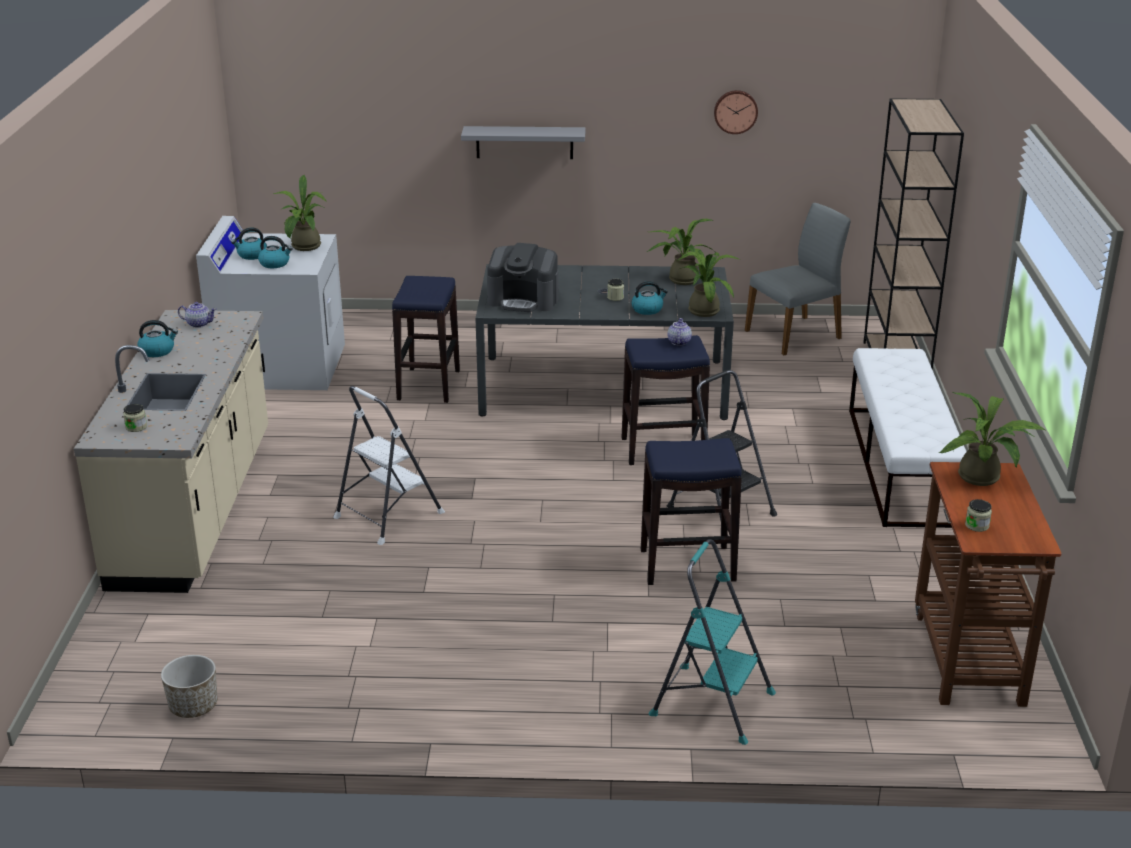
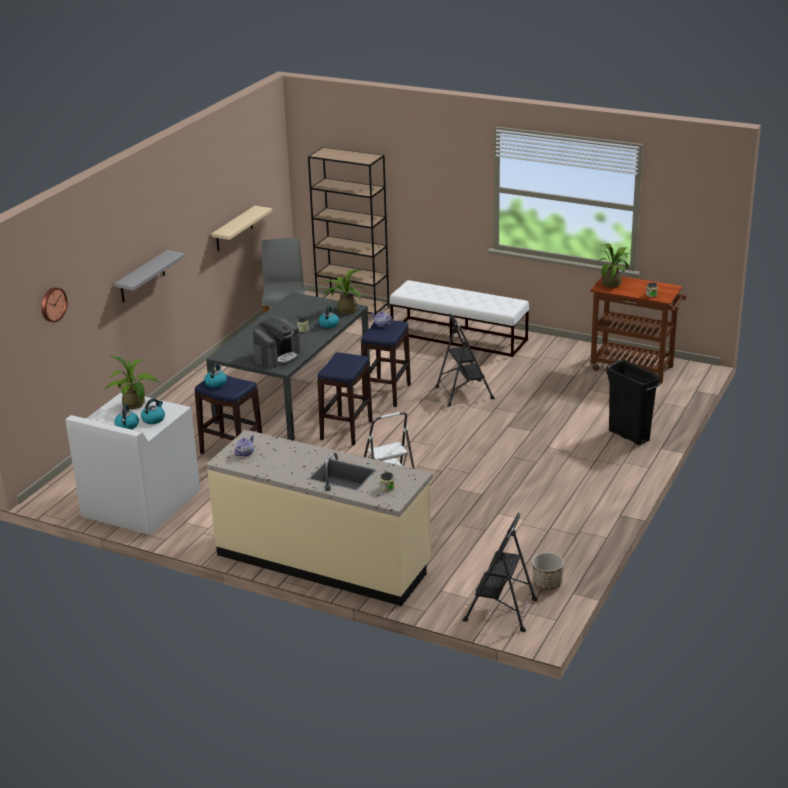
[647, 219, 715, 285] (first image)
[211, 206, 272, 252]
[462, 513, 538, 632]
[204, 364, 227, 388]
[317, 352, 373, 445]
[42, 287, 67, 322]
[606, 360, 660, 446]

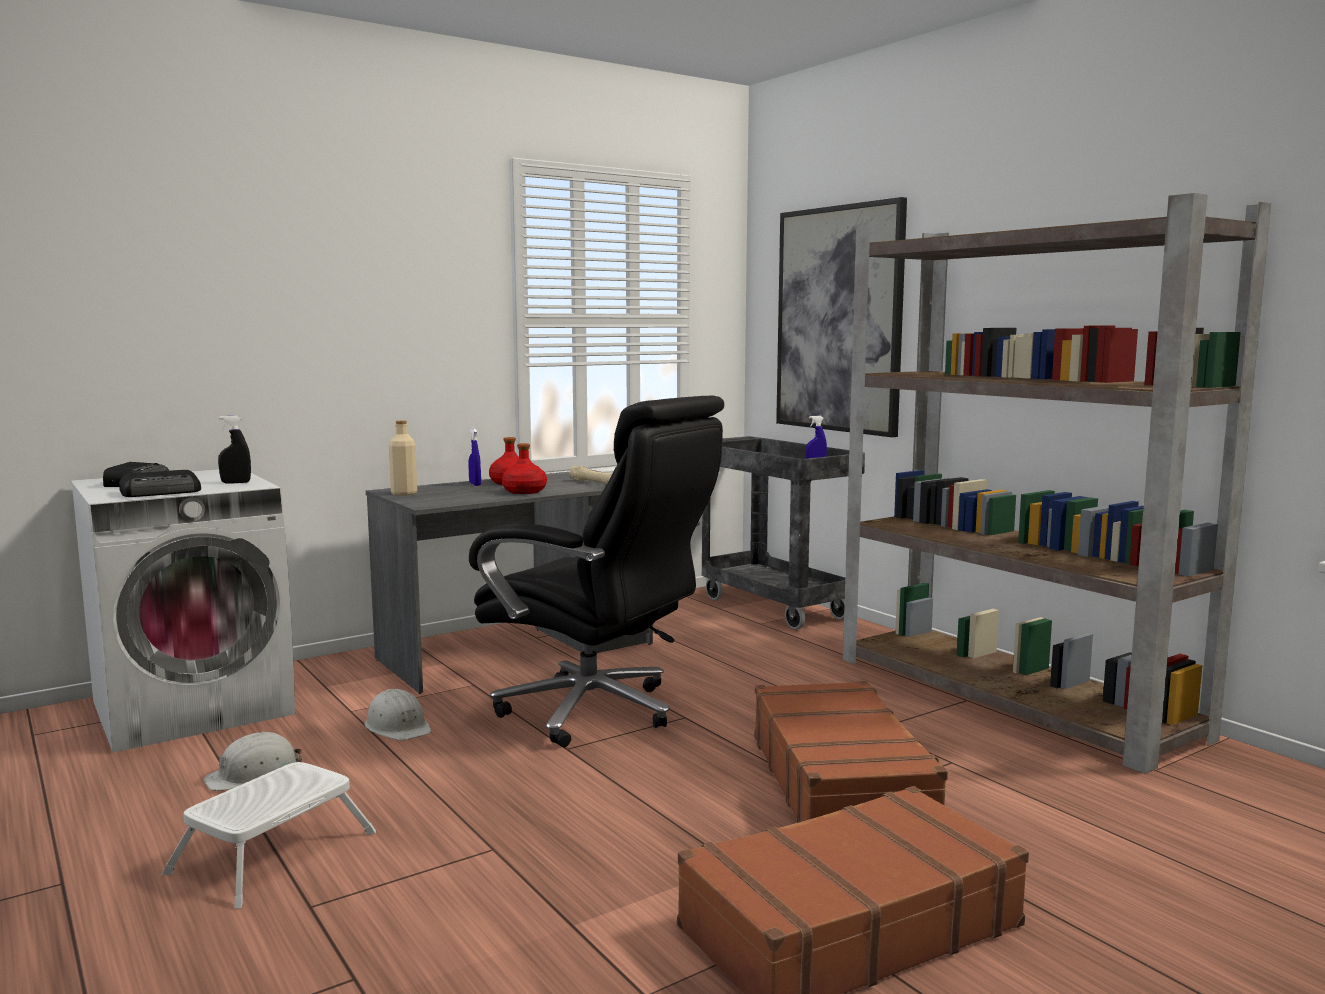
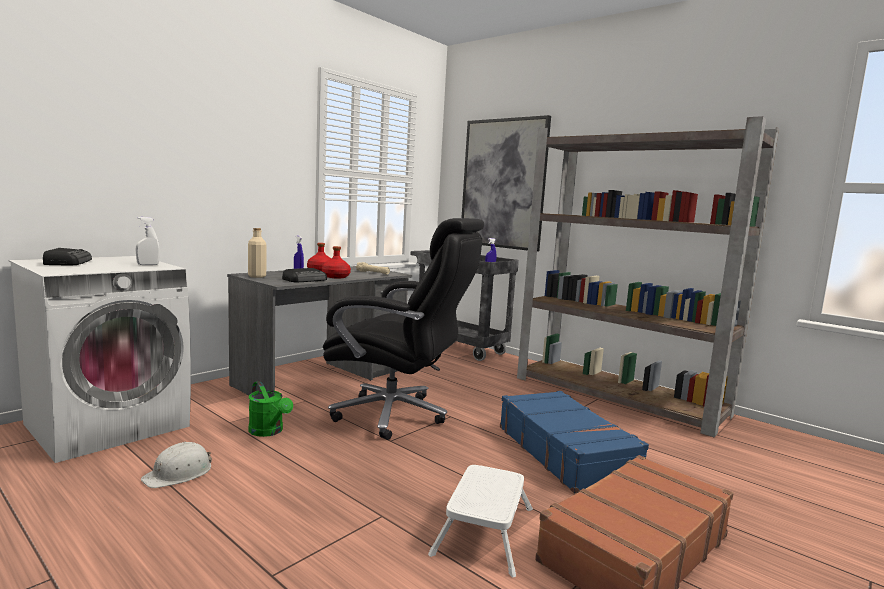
[282, 268, 327, 283]
[428, 465, 533, 578]
[249, 381, 293, 437]
[135, 217, 160, 265]
[500, 391, 649, 493]

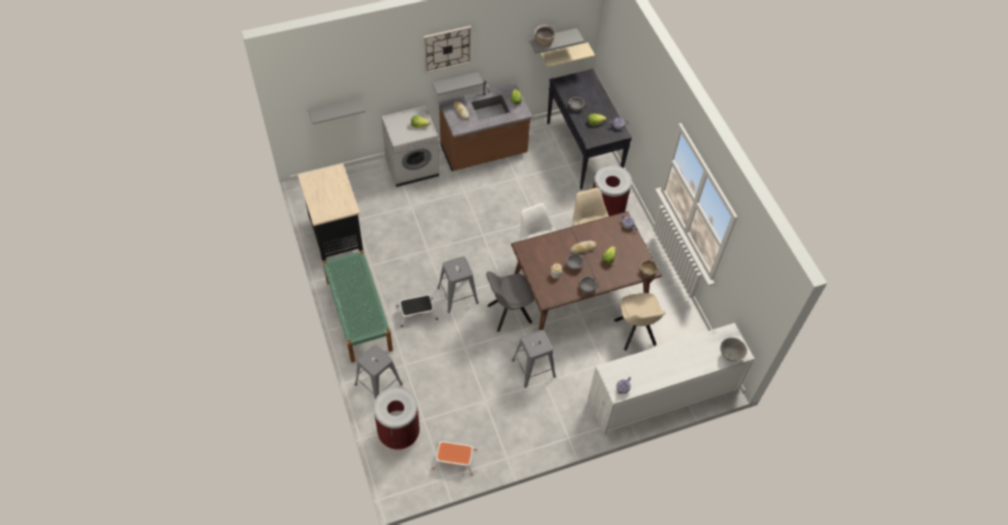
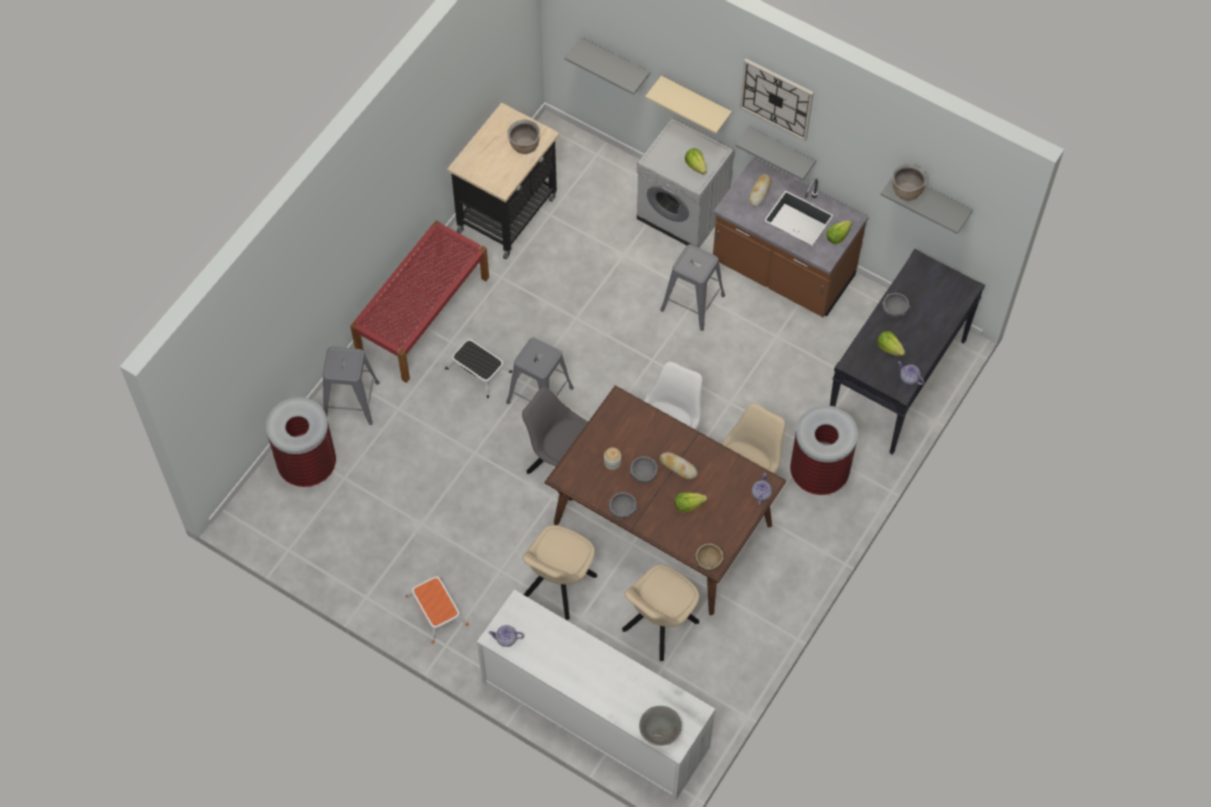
[507, 119, 540, 154]
[522, 525, 597, 620]
[406, 576, 469, 644]
[660, 244, 725, 331]
[645, 76, 732, 134]
[350, 220, 489, 383]

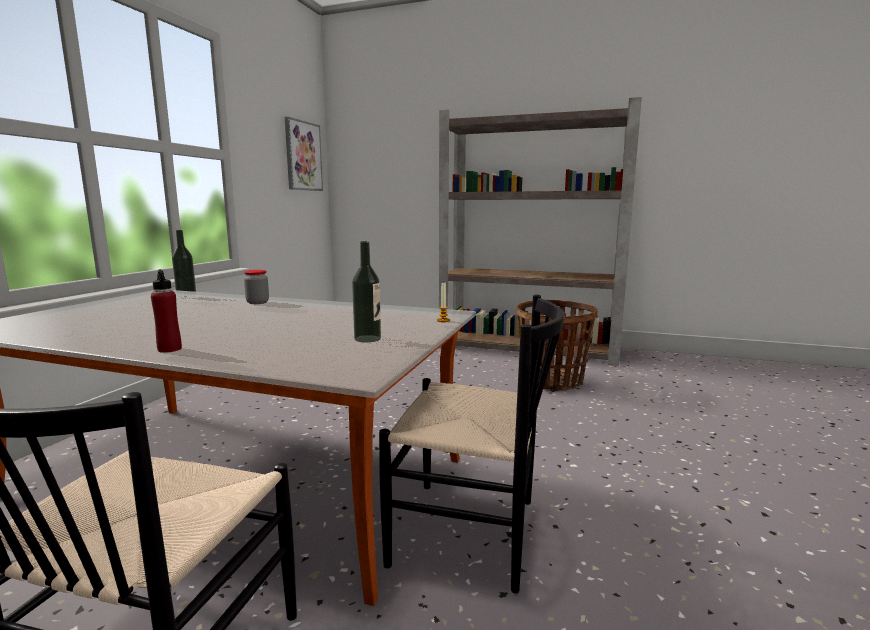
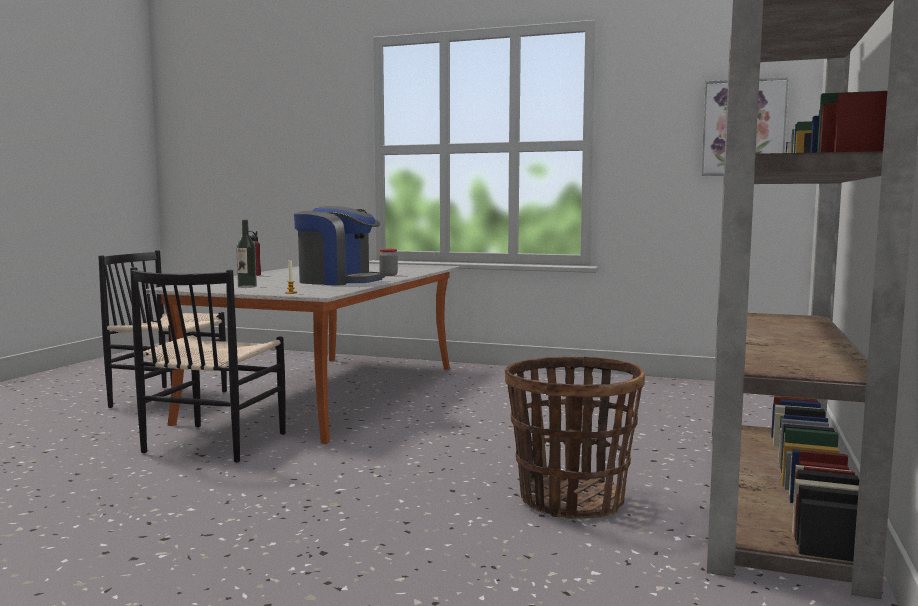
[172, 230, 197, 299] (first image)
[294, 206, 385, 286]

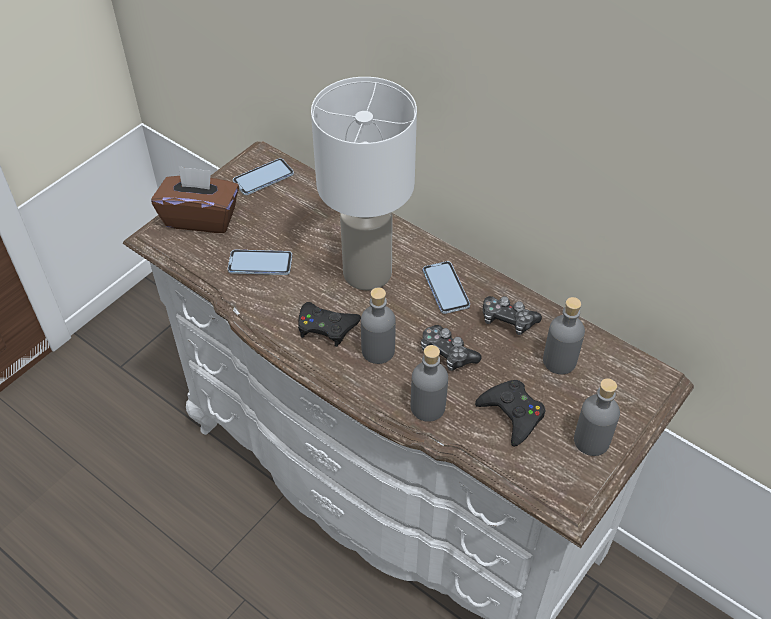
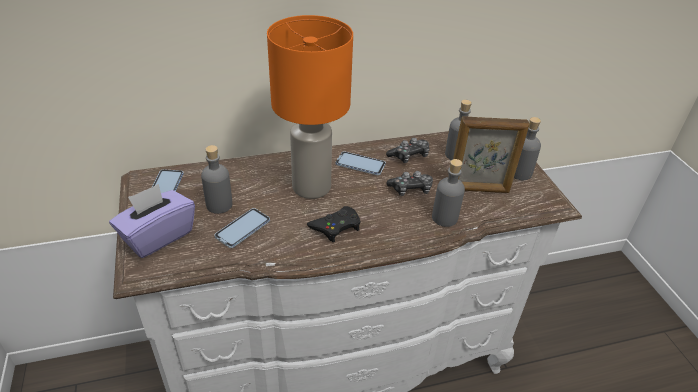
[201, 145, 232, 214]
[453, 116, 529, 193]
[109, 184, 195, 258]
[267, 15, 353, 199]

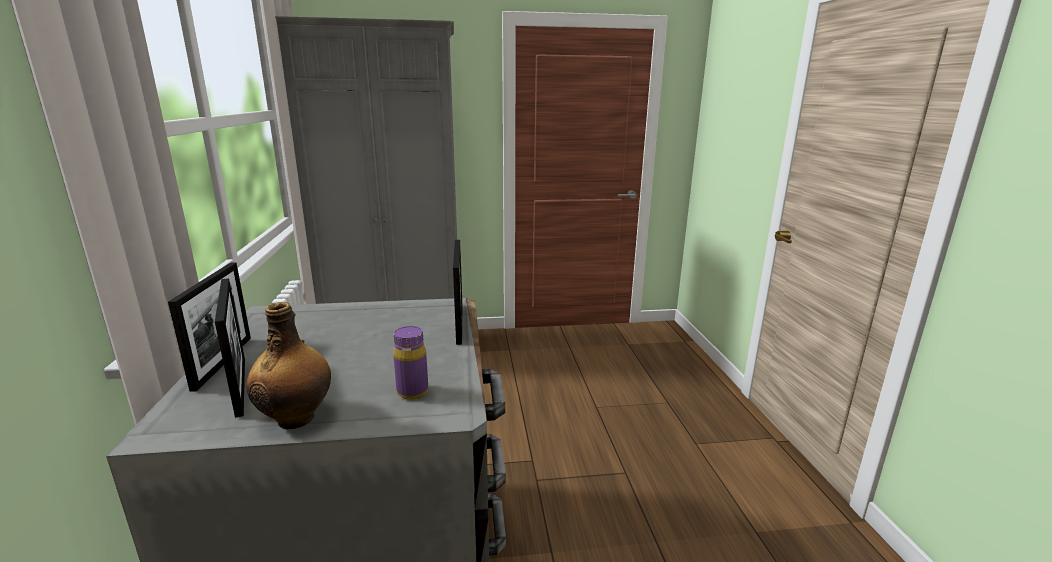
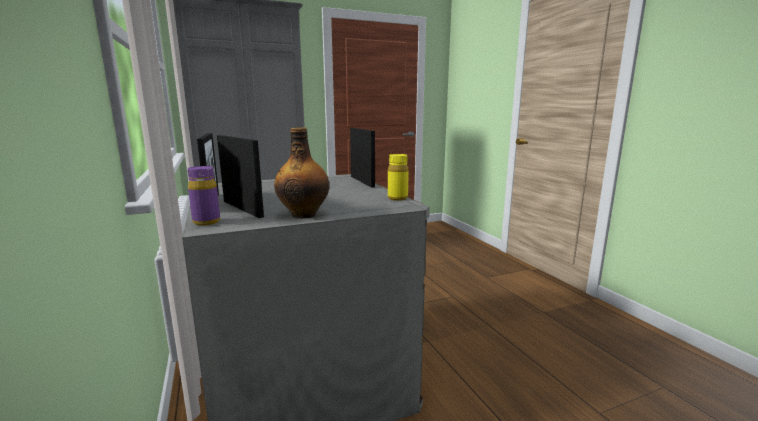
[388, 154, 409, 201]
[187, 166, 220, 225]

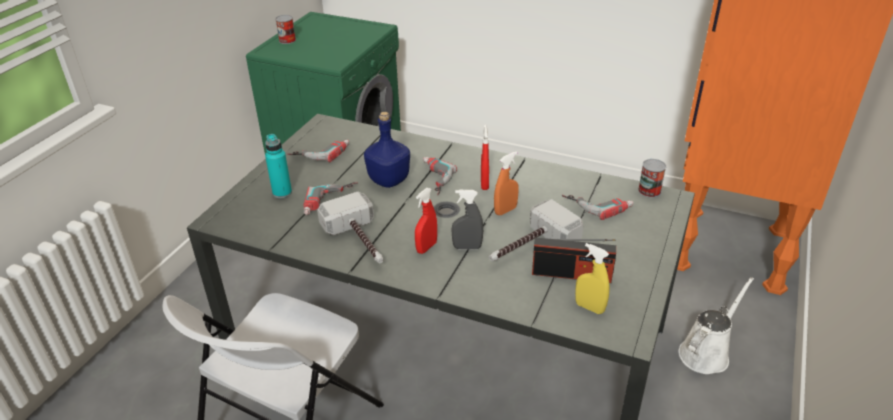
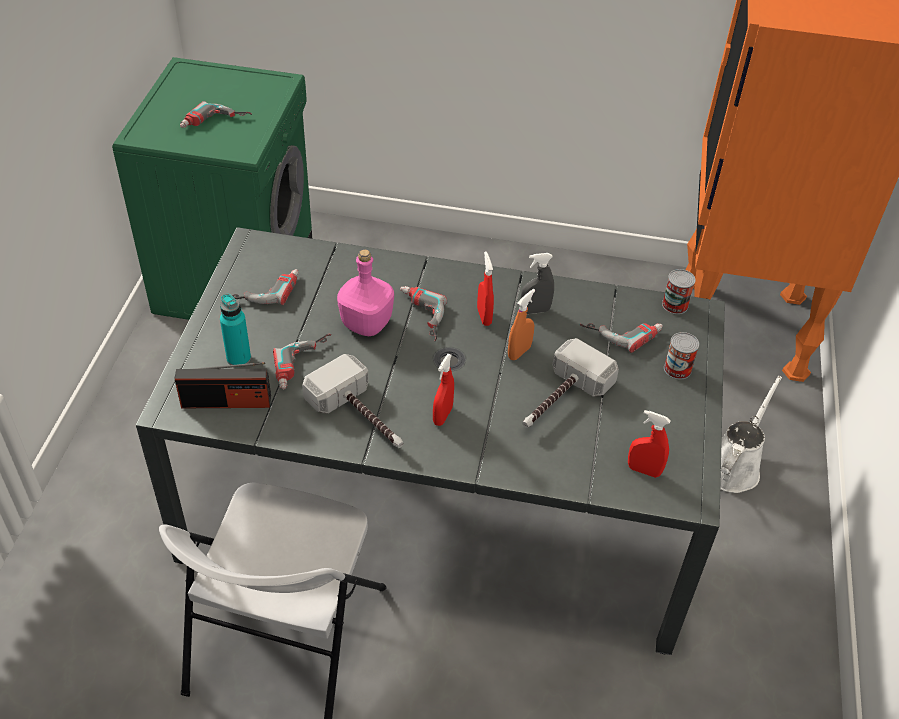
[180, 101, 252, 128]
[664, 332, 699, 379]
[521, 253, 554, 314]
[174, 362, 271, 408]
[337, 249, 394, 336]
[628, 410, 671, 478]

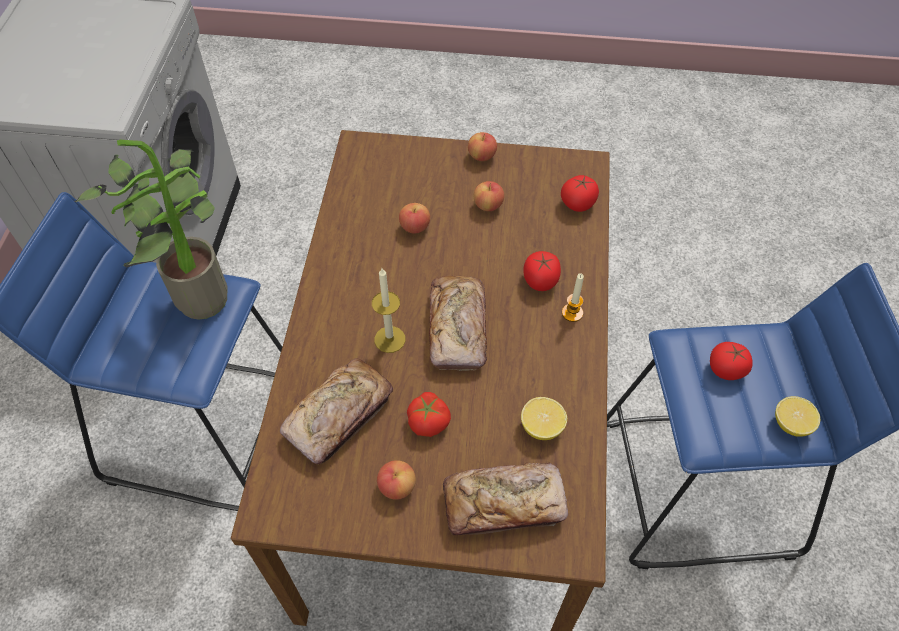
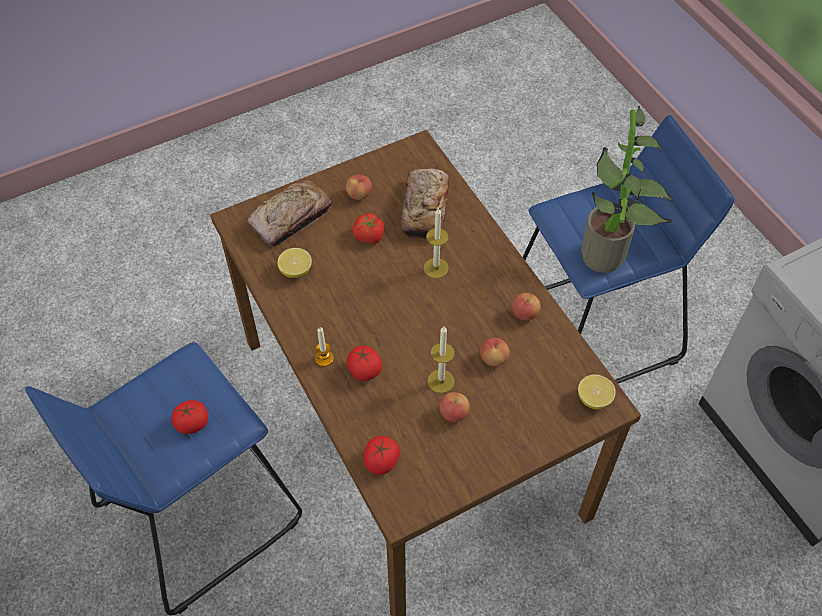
[429, 276, 487, 371] (first image)
[428, 326, 455, 393]
[512, 293, 541, 321]
[578, 374, 616, 410]

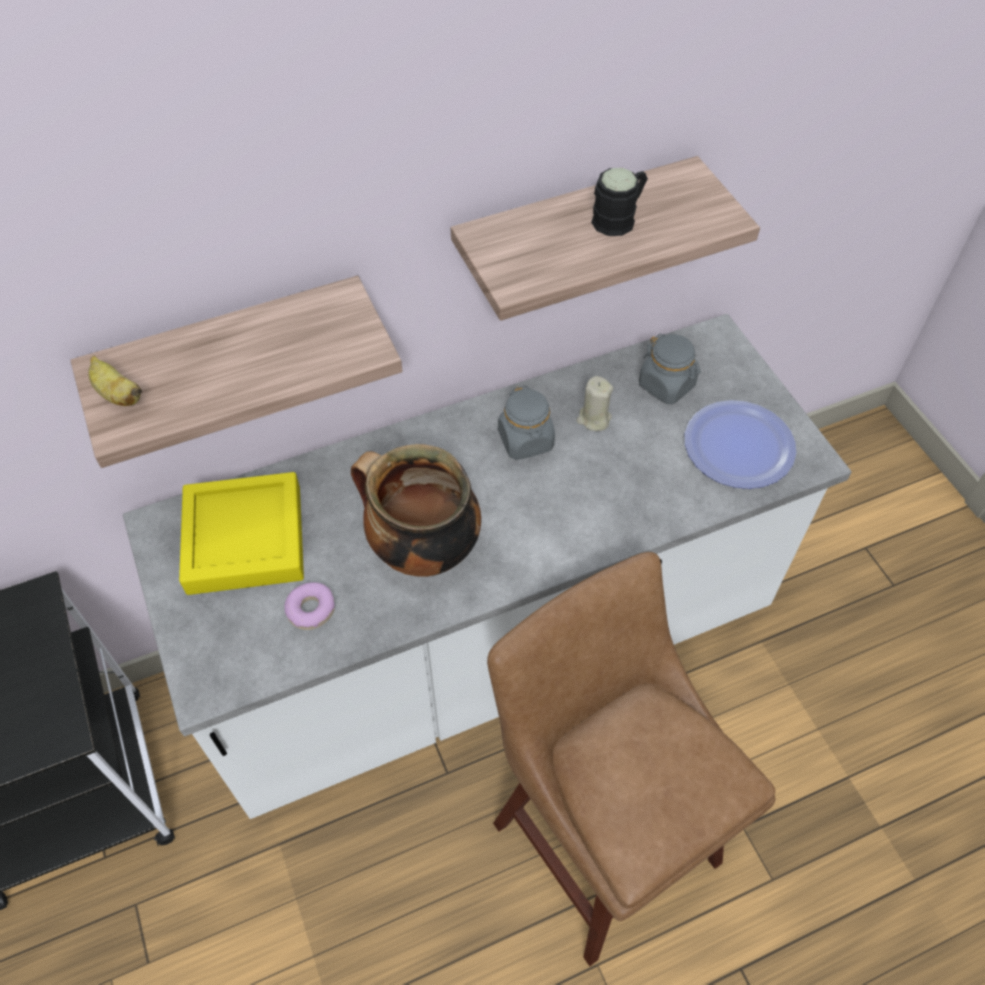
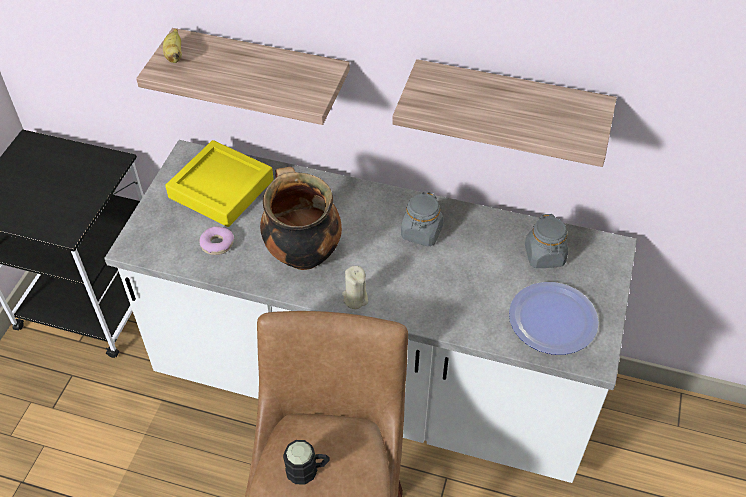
[342, 266, 368, 309]
[283, 440, 330, 485]

